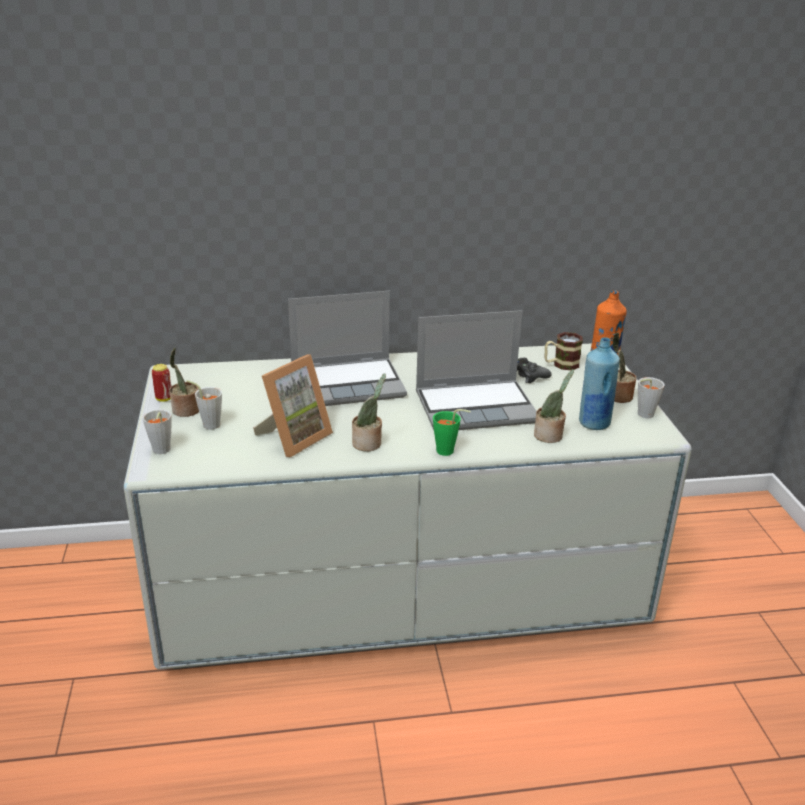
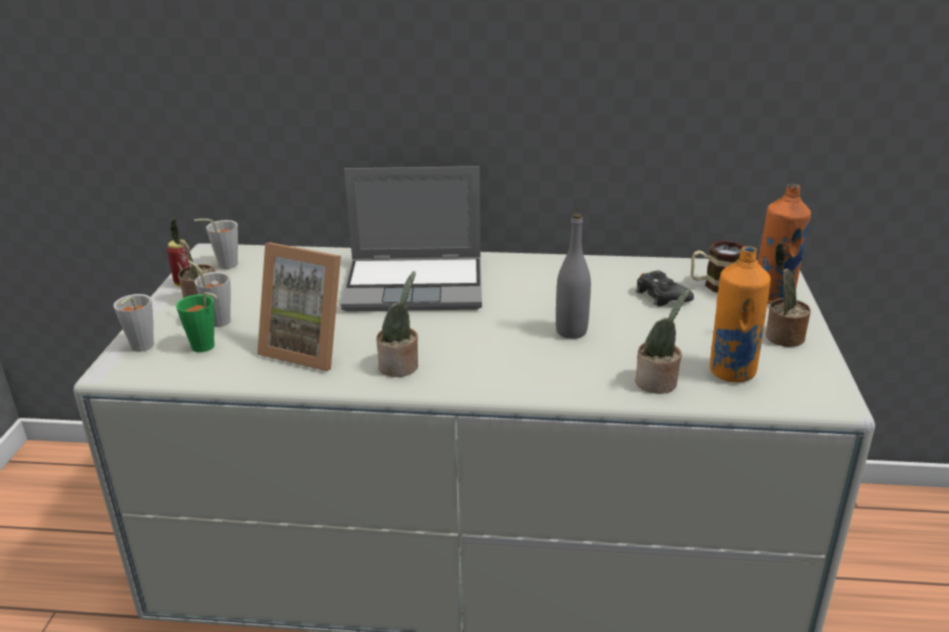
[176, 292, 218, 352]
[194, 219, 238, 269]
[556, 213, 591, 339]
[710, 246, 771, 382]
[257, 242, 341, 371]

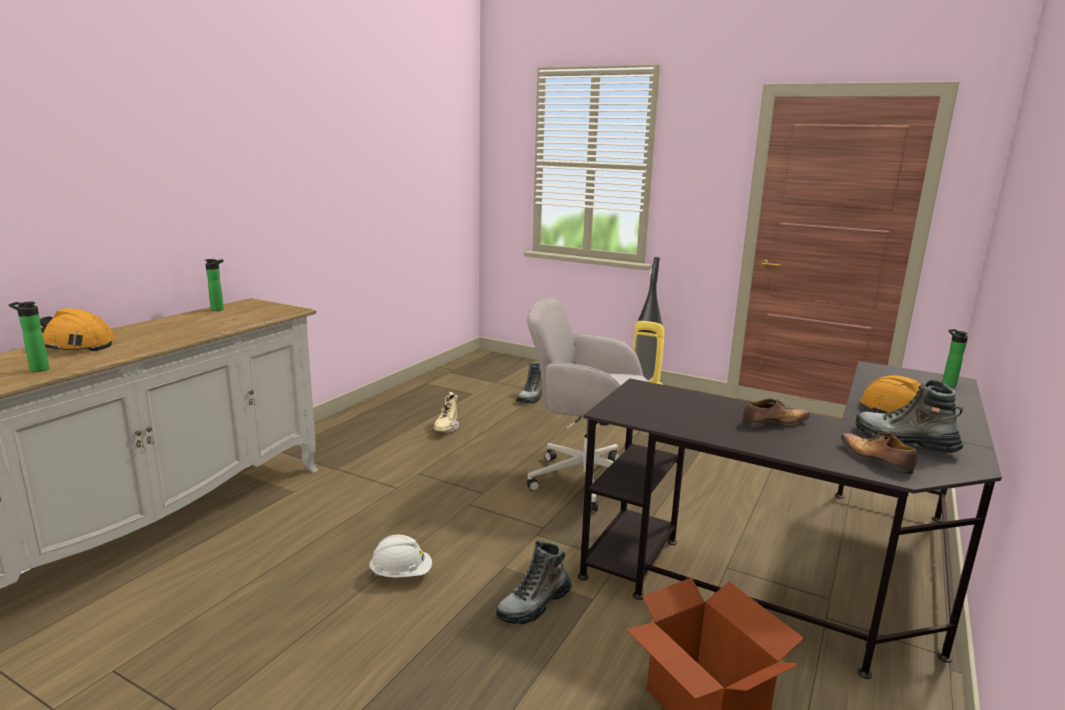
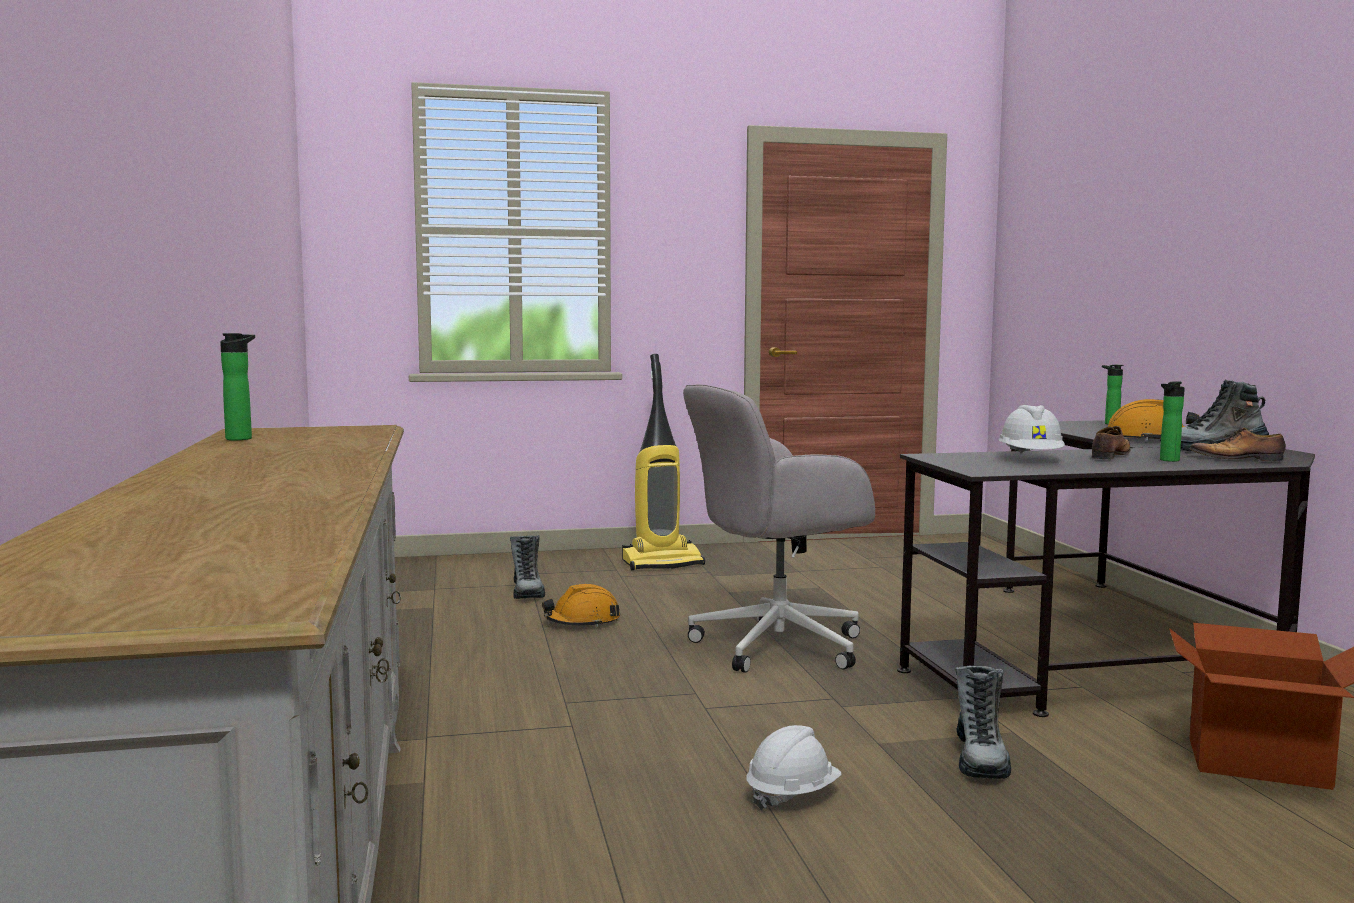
[433, 392, 459, 433] (first image)
[998, 405, 1065, 454]
[1160, 382, 1185, 462]
[542, 584, 620, 627]

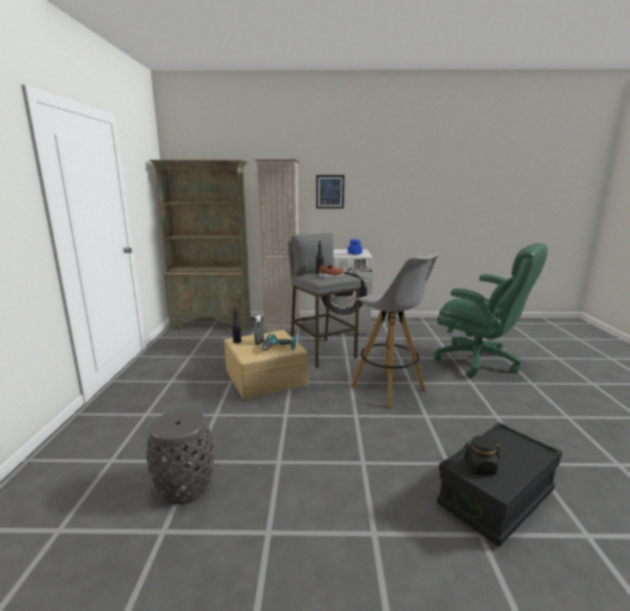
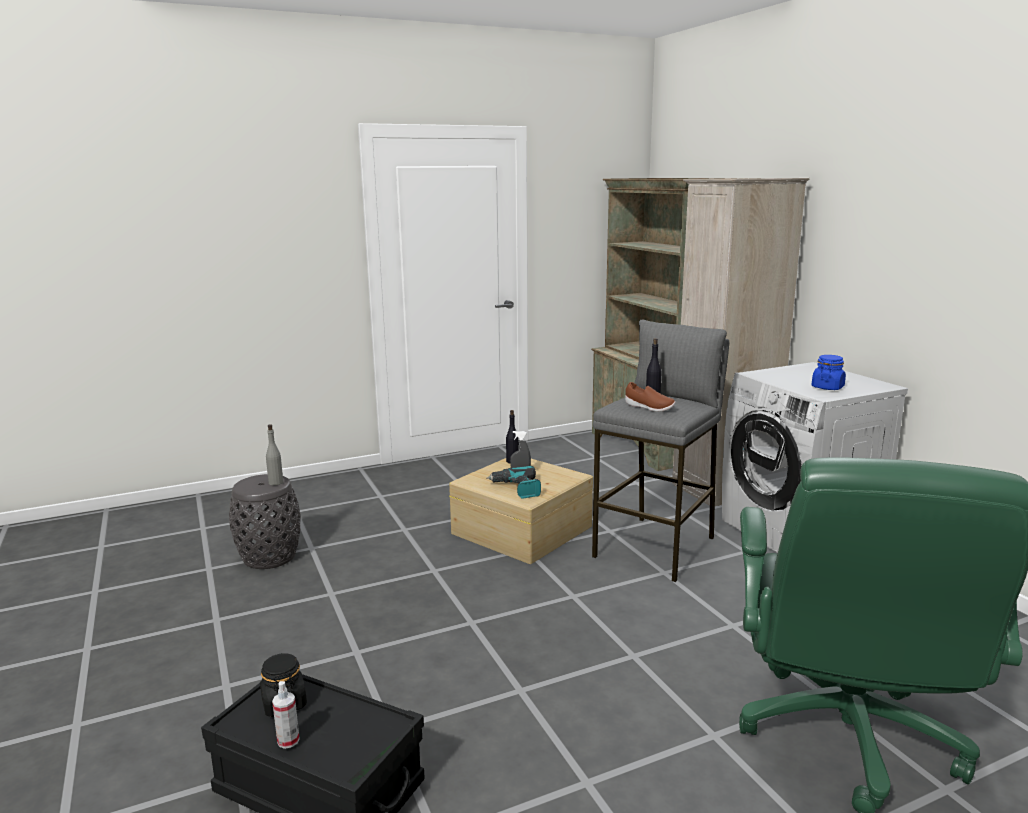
[316, 175, 344, 209] (first image)
[350, 253, 439, 408] (first image)
[266, 424, 283, 486]
[272, 681, 300, 749]

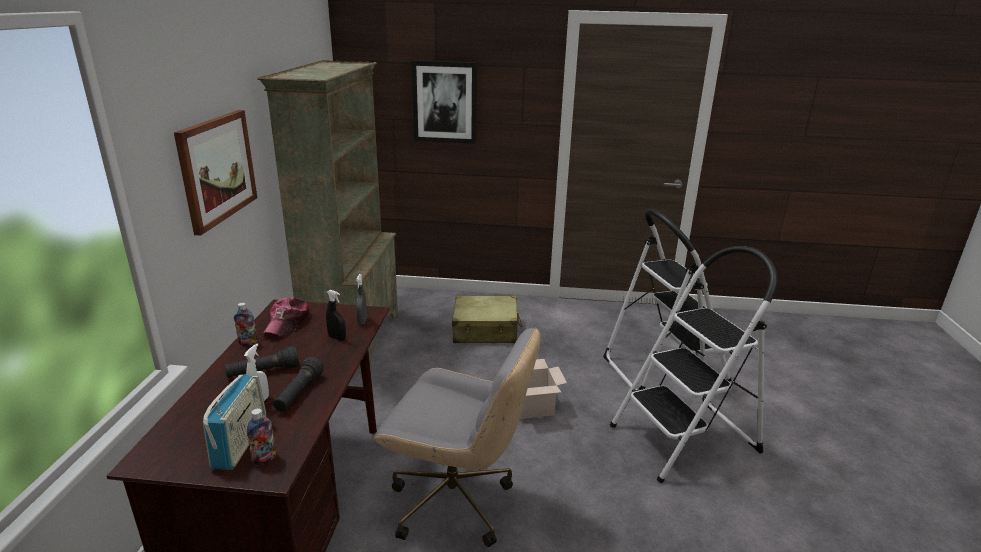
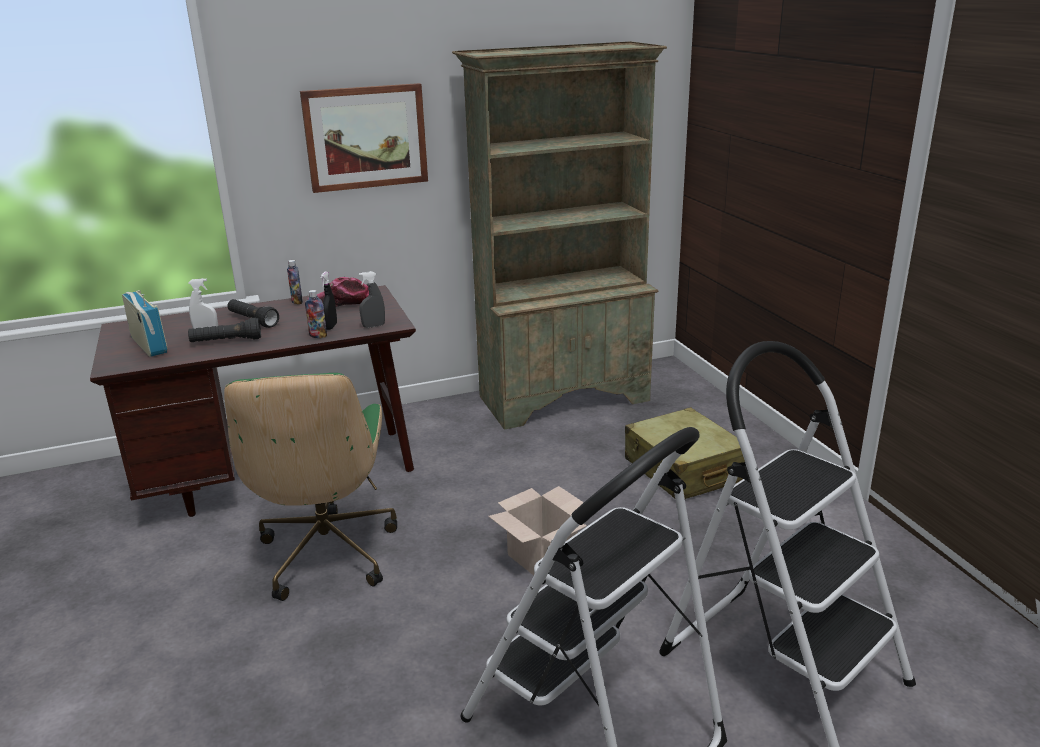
[411, 60, 477, 144] (first image)
[305, 290, 327, 338]
[224, 373, 397, 601]
[122, 290, 168, 357]

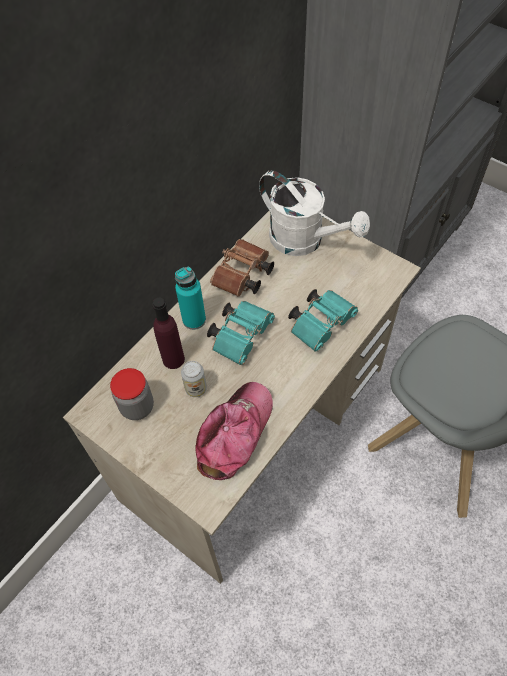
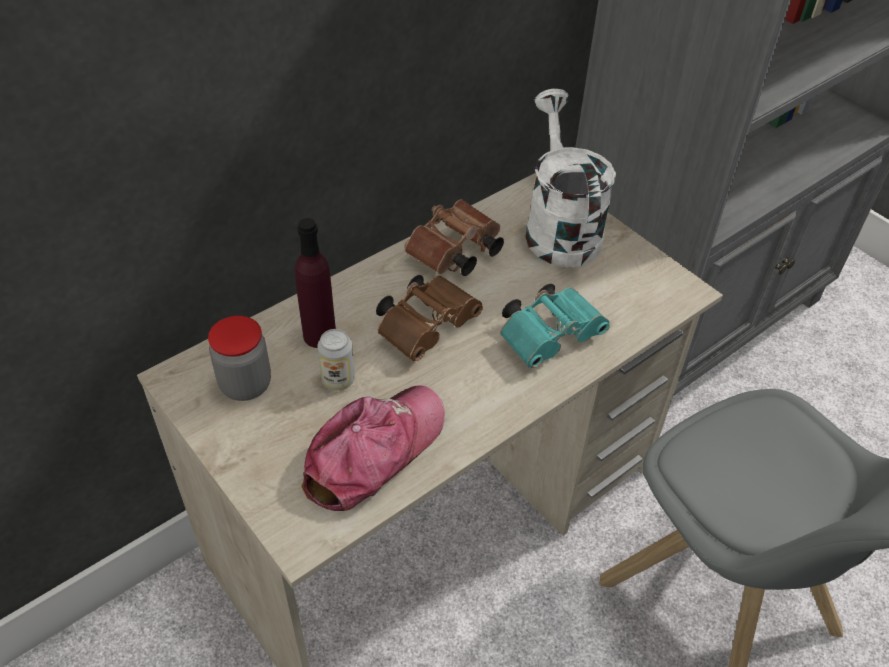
[175, 267, 206, 330] (first image)
[376, 275, 483, 361]
[526, 89, 616, 267]

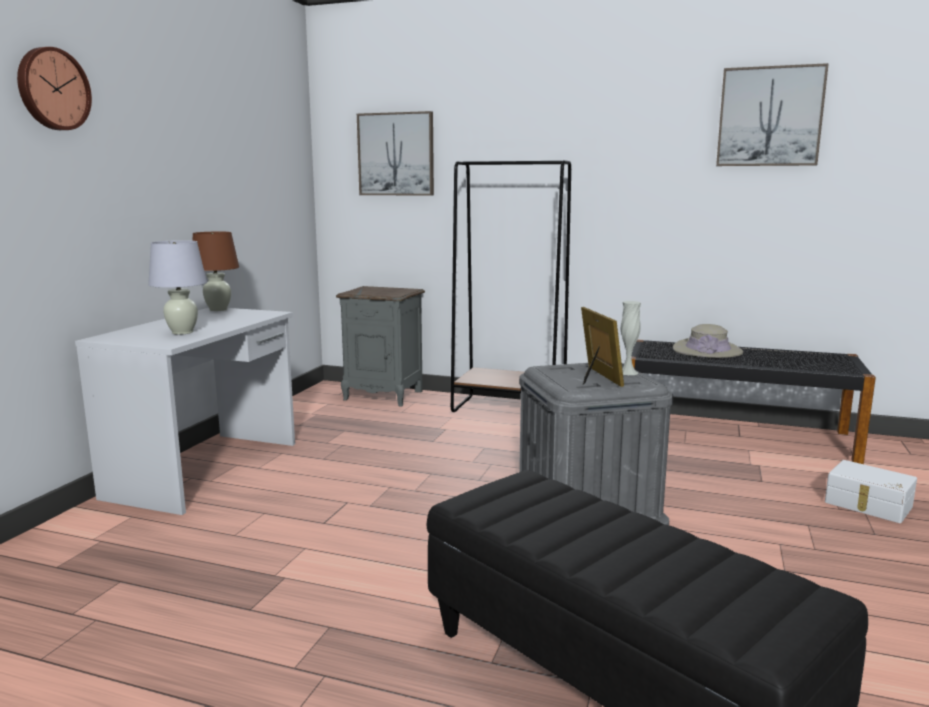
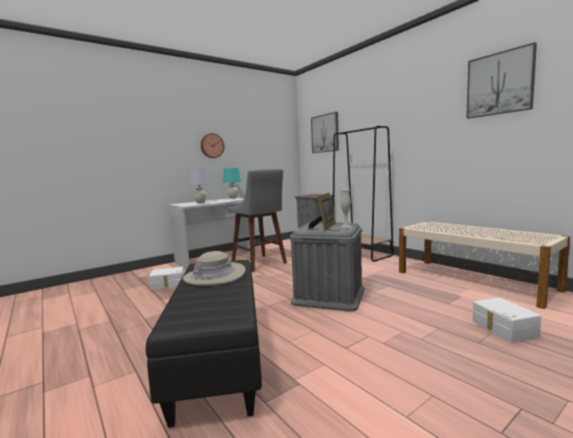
[149, 267, 184, 290]
[228, 168, 287, 272]
[201, 133, 224, 158]
[183, 251, 246, 286]
[223, 168, 241, 199]
[399, 221, 570, 309]

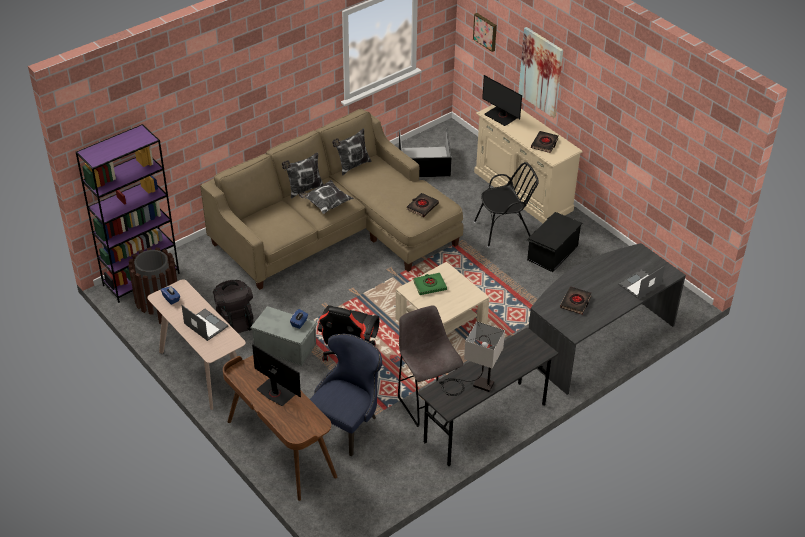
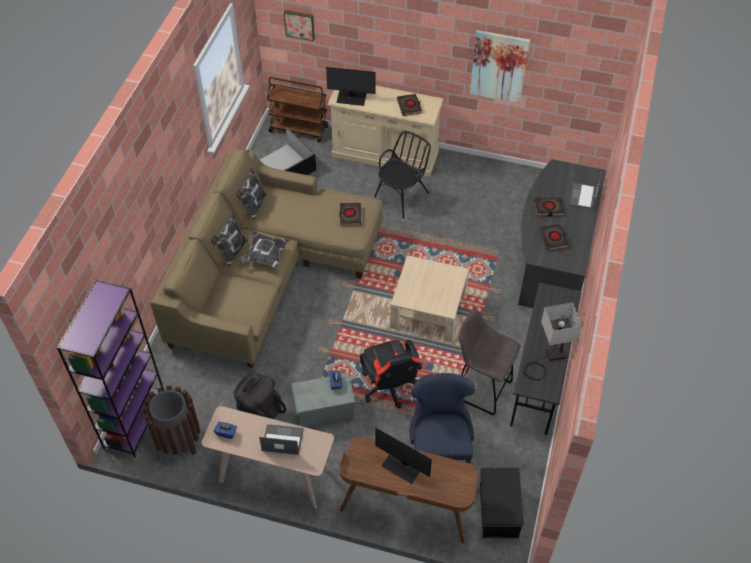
[413, 273, 447, 295] (first image)
[267, 77, 329, 142]
[534, 197, 564, 217]
[470, 30, 530, 103]
[480, 468, 524, 538]
[376, 428, 432, 484]

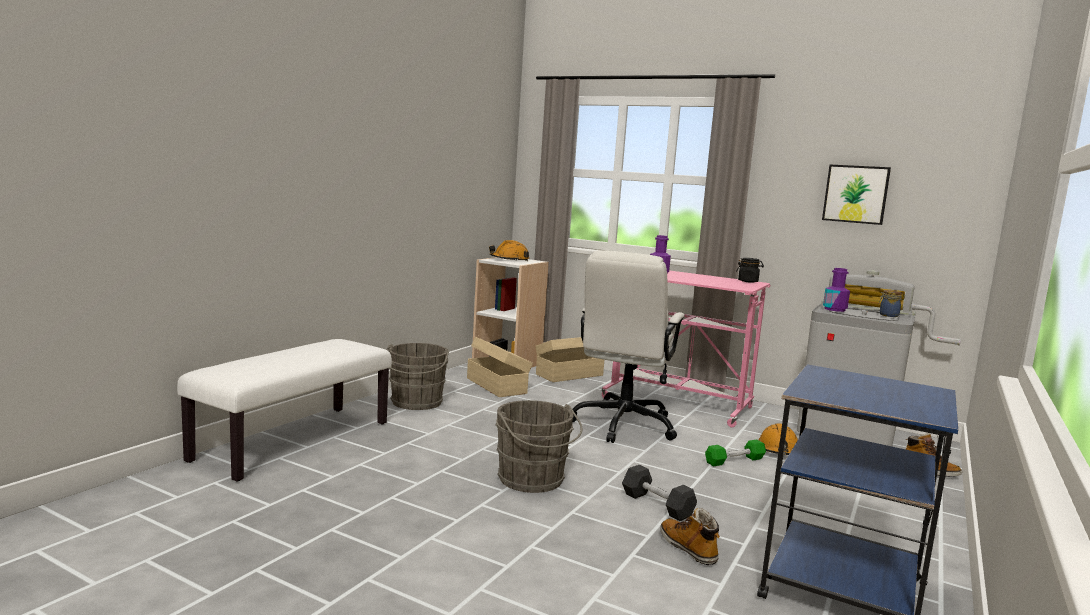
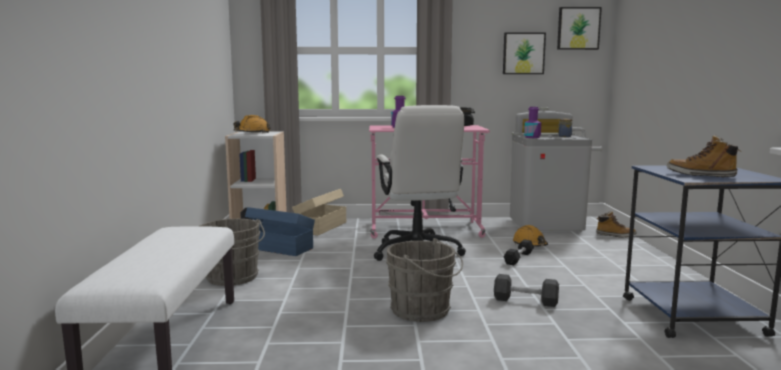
[557, 7, 602, 50]
[667, 135, 740, 177]
[245, 207, 315, 256]
[504, 239, 534, 265]

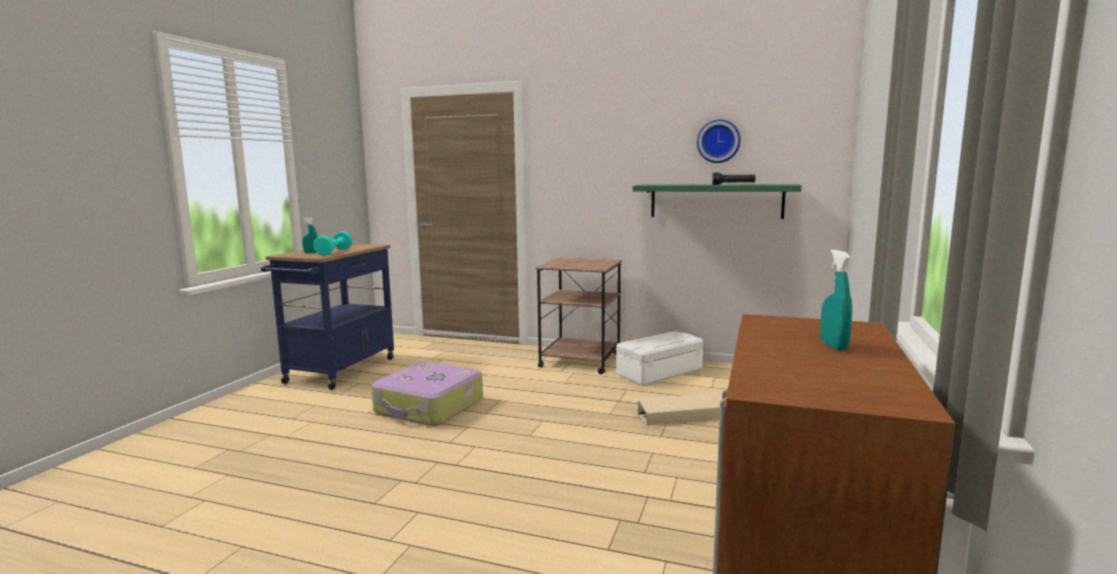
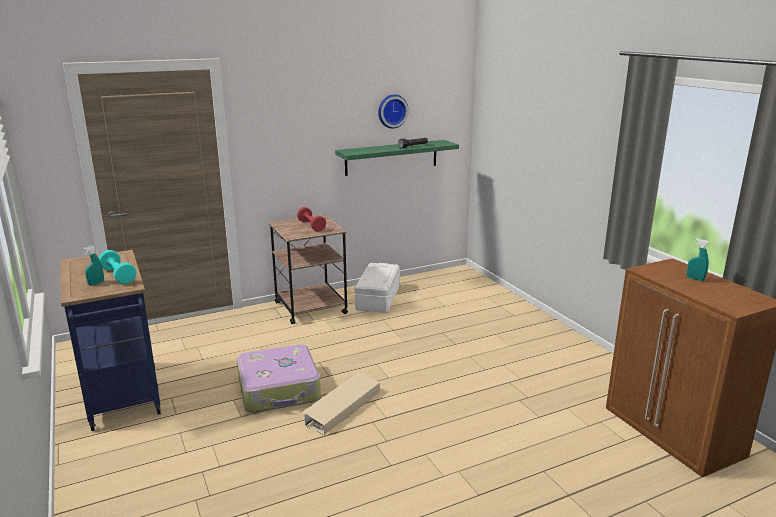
[297, 207, 326, 232]
[302, 373, 380, 435]

